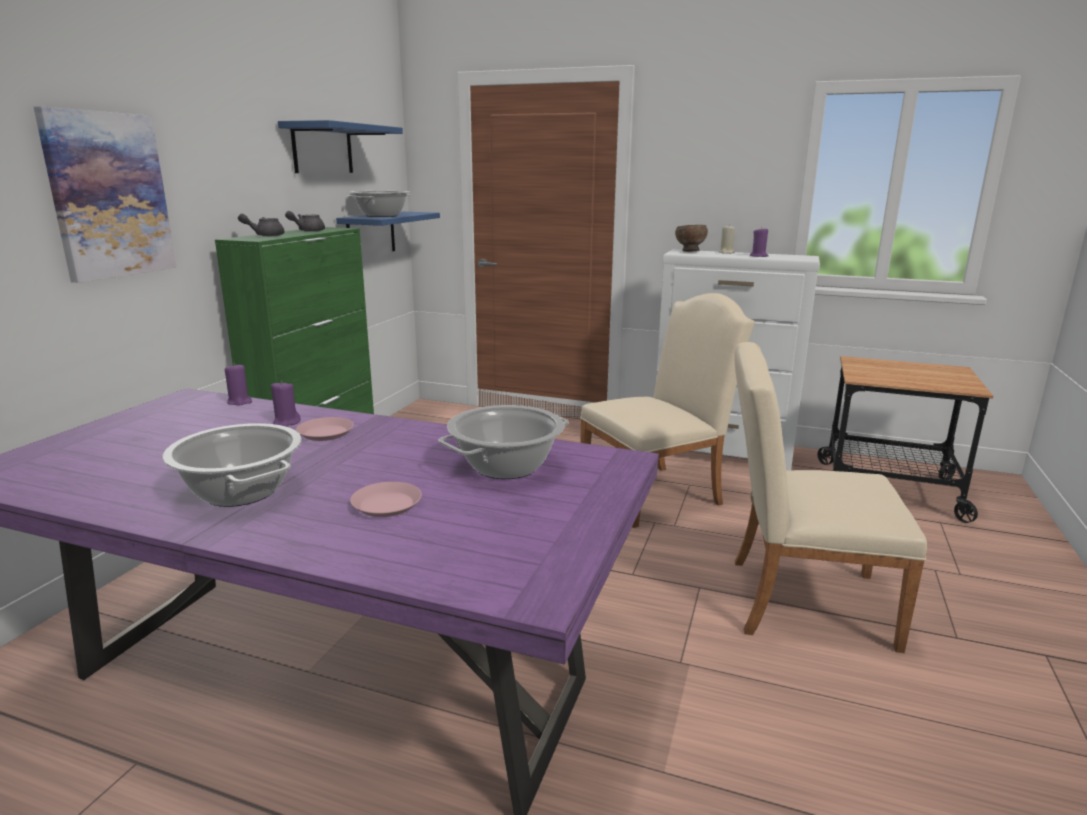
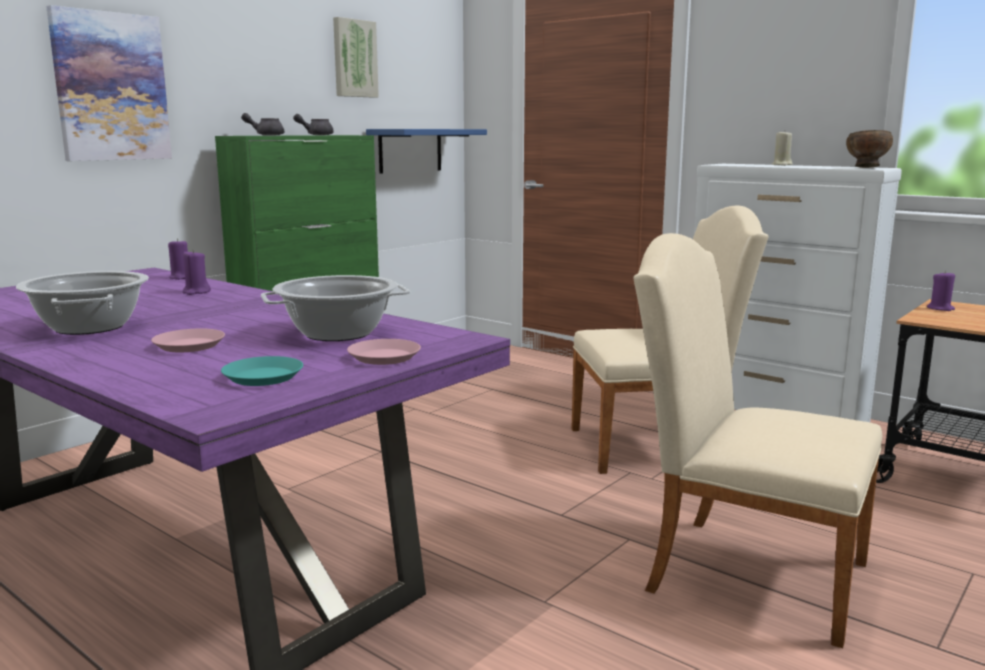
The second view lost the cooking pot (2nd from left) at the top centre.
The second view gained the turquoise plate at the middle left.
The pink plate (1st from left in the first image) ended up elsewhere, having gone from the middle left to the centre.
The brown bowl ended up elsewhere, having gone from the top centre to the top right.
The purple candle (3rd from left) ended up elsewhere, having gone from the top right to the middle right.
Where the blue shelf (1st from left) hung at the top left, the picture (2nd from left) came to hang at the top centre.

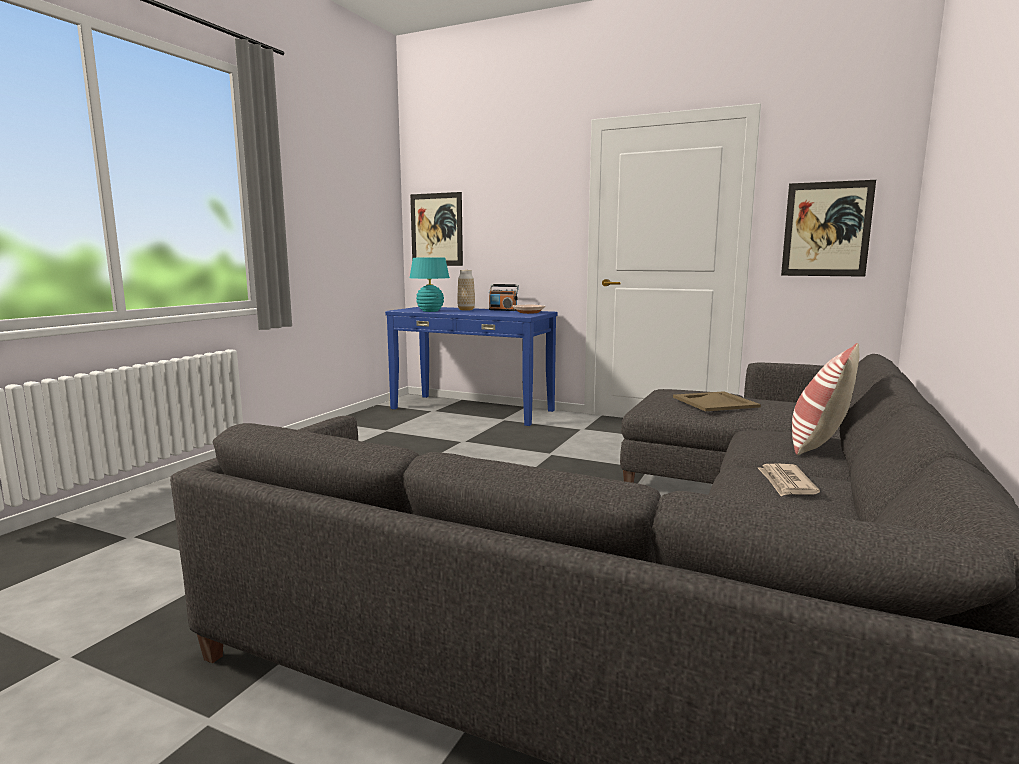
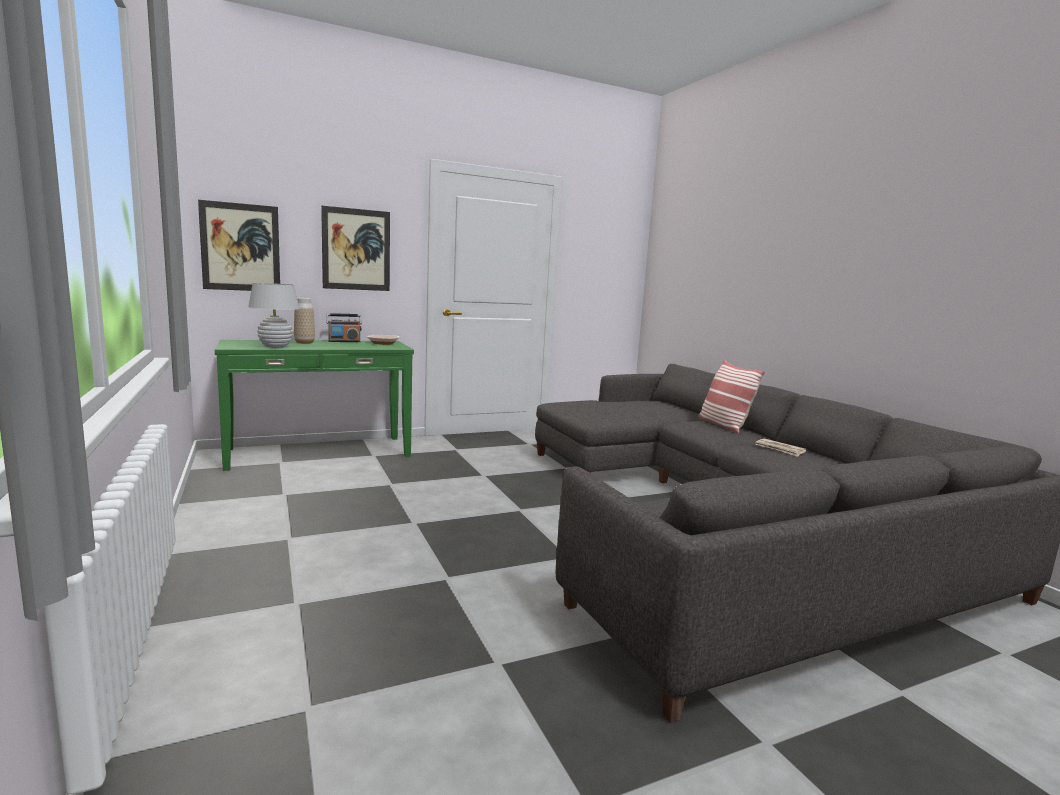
The second view lost the beige tray at the middle right.
The picture (2nd from left) ended up elsewhere, having gone from the top right to the top centre.
What was the blue console table at the centre turned into the green console table at the middle left.
What was the turquoise table lamp at the centre turned into the white table lamp at the middle left.

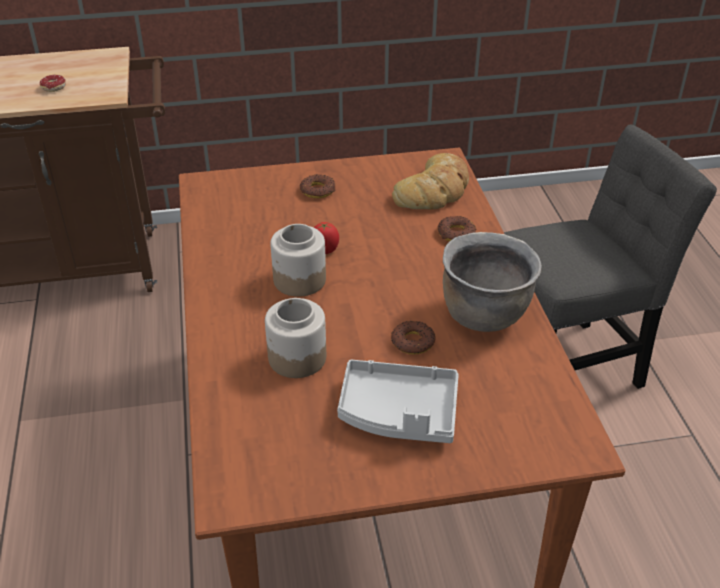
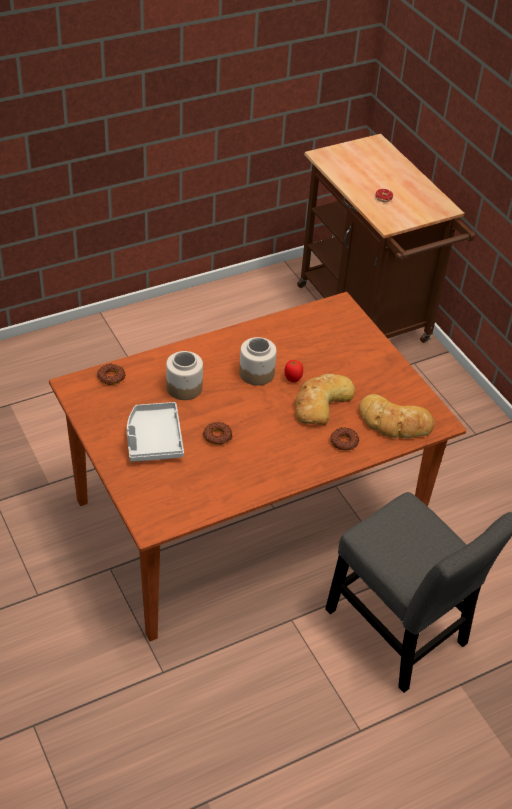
The second view lost the brown cooking pot at the middle right.
The second view gained the bread (1st from left) at the centre.
The donut (2nd from left in the first image) ended up elsewhere, having gone from the top centre to the middle left.

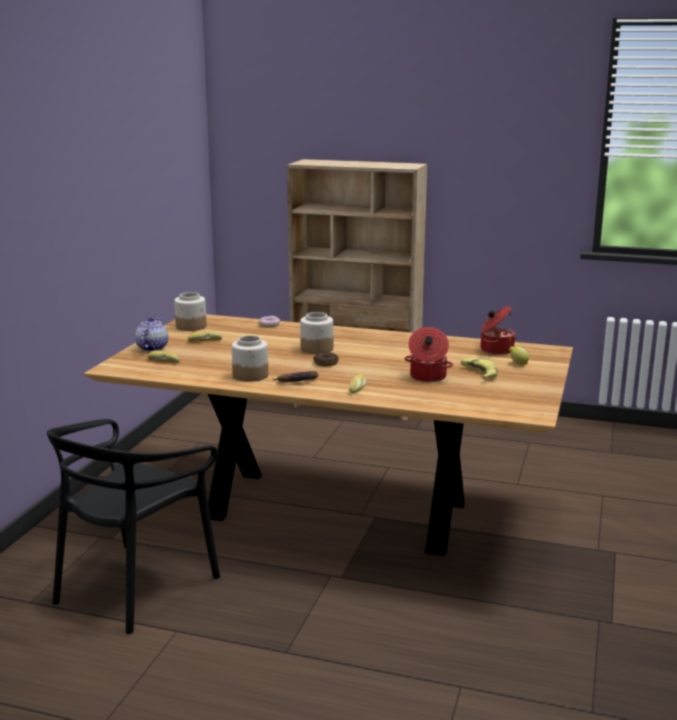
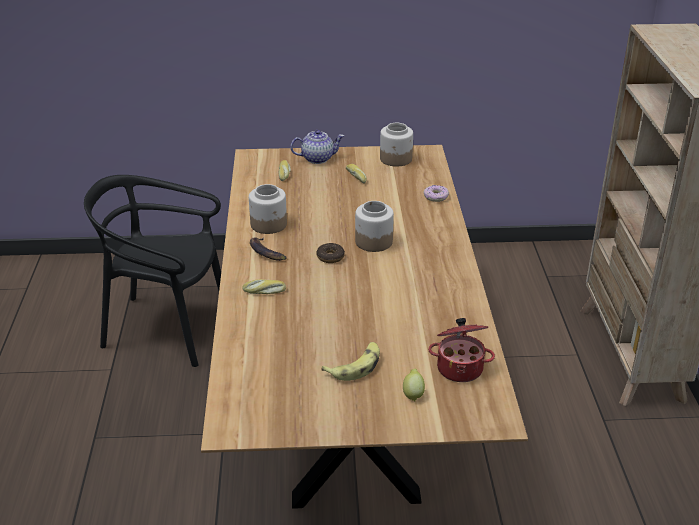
The second view lost the cooking pot (1st from left) at the centre.

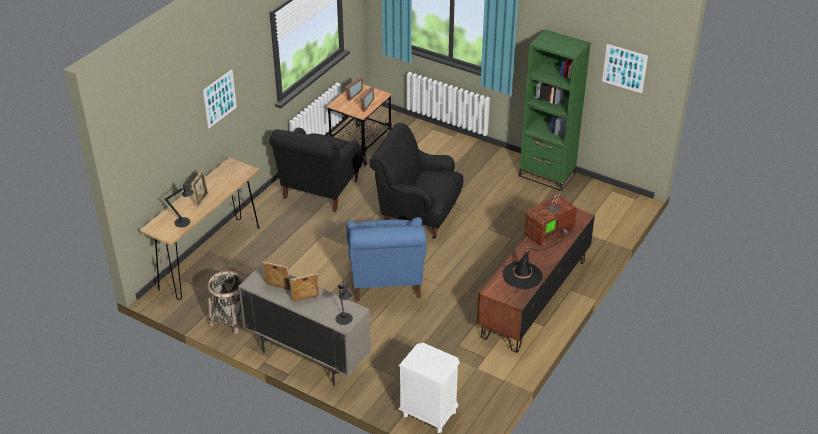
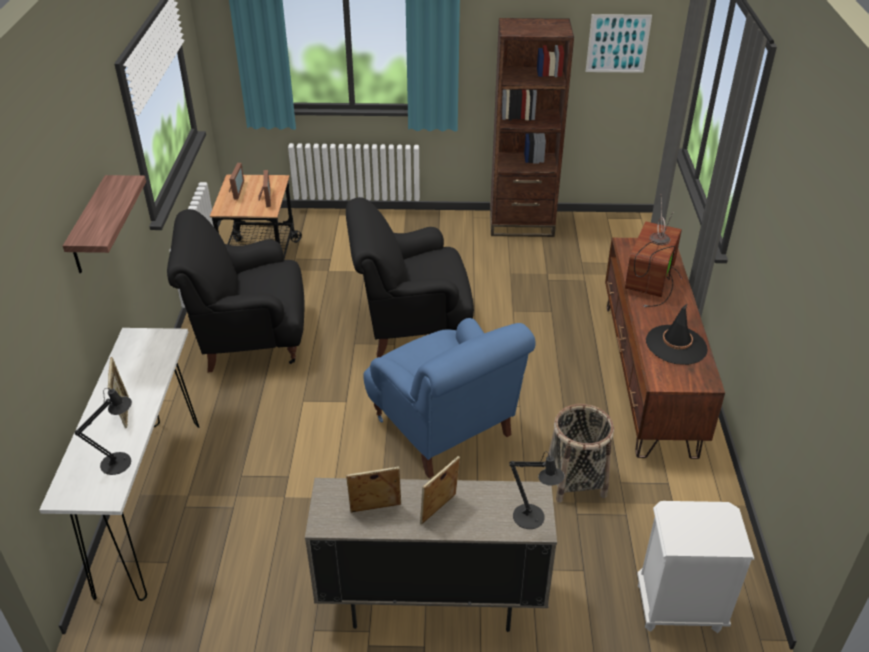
The basket ended up elsewhere, having gone from the bottom left to the bottom right.
Where the picture (1st from left) hung at the top left, the shelf came to hang at the middle left.
What was the brown console table at the middle left turned into the white console table at the bottom left.
What was the green bookcase at the top right turned into the brown bookcase at the top centre.
The black armchair (1st from left) at the centre ended up facing another way, 90 degrees clockwise from before.

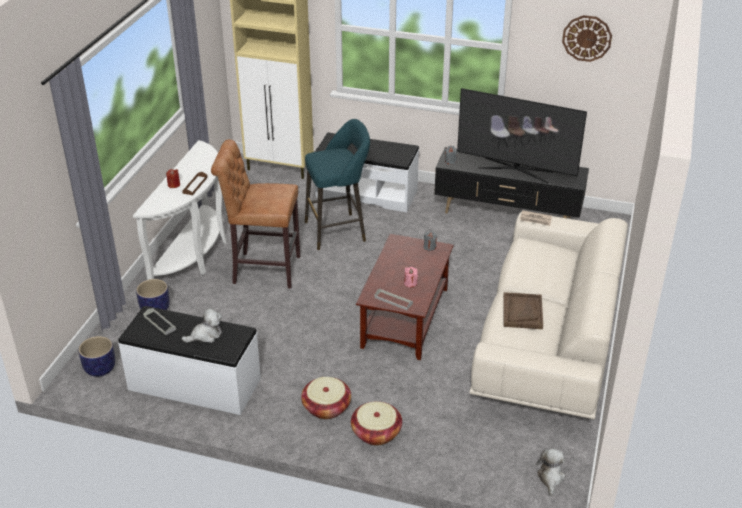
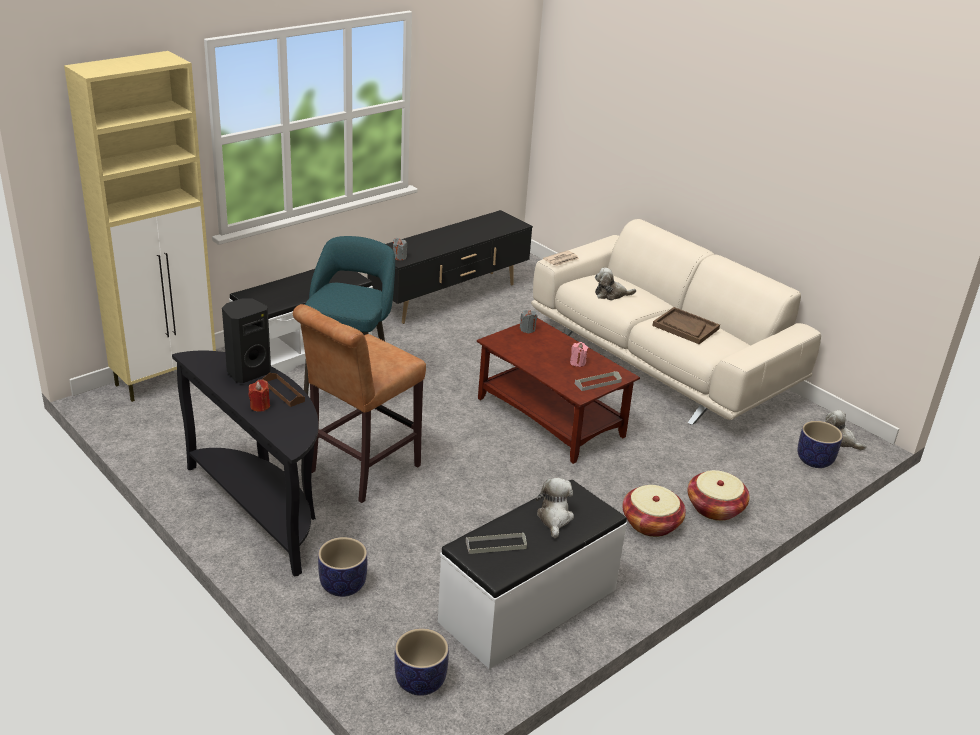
The second view lost the television at the top right.
The second view lost the wall clock at the top right.
The second view gained the black speaker at the middle left.
The second view gained the plush toy (2nd from left) at the centre.
The second view gained the planter (3rd from left) at the middle right.
What was the white console table at the middle left turned into the black console table at the middle left.

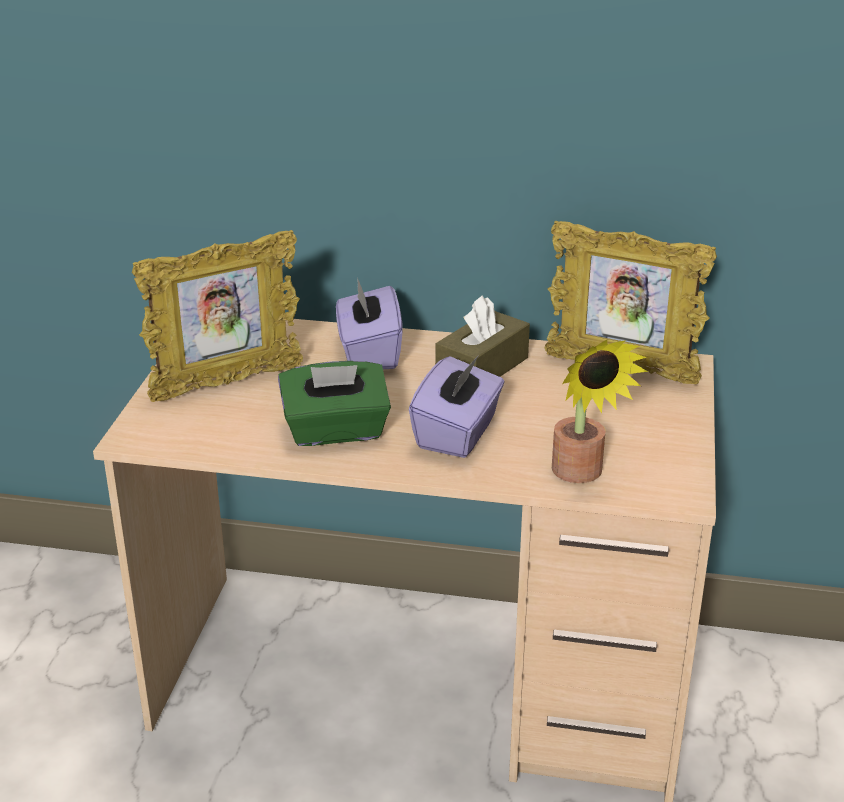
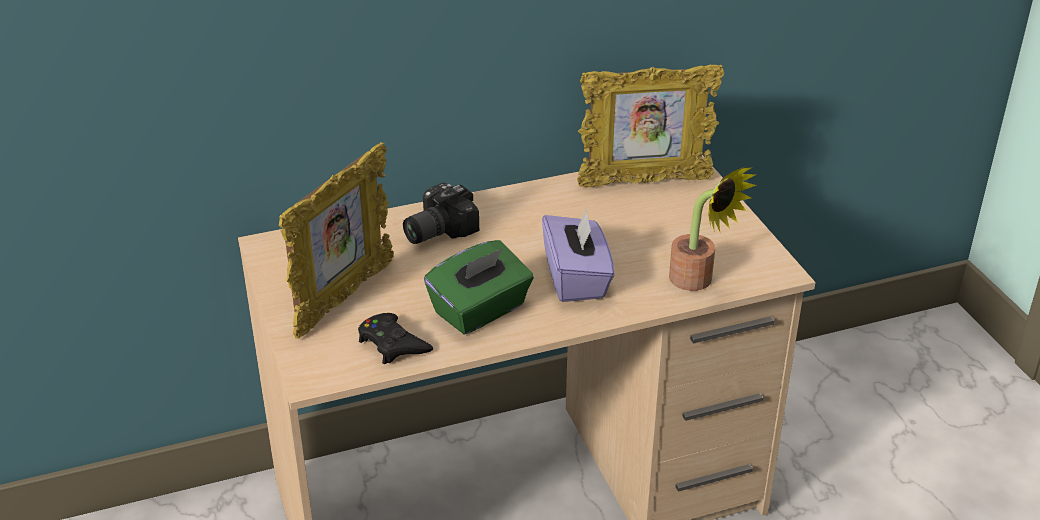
The second view lost the brown tissue box at the centre.
The second view gained the black game controller at the centre.
Where the purple tissue box (1st from left) stood at the centre, the photo camera came to stand at the centre.

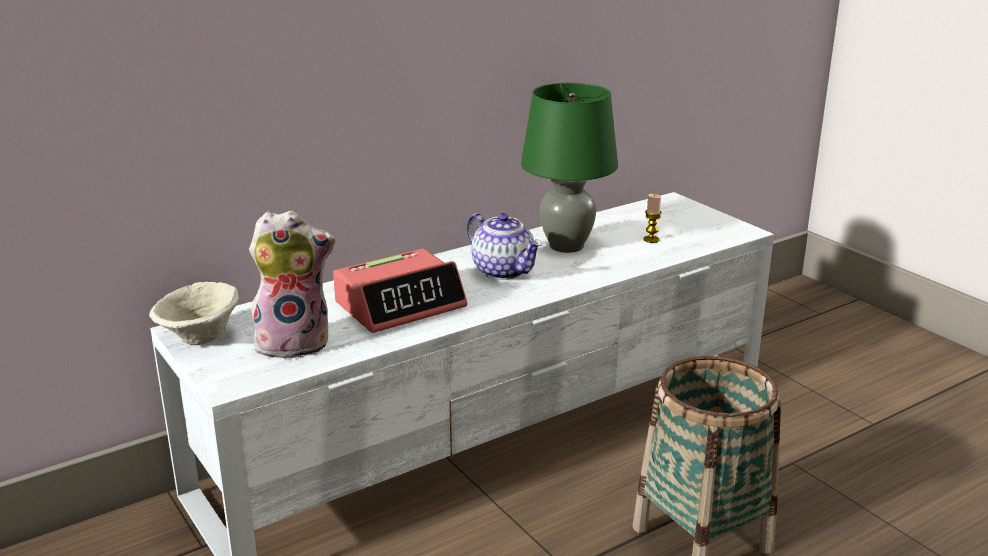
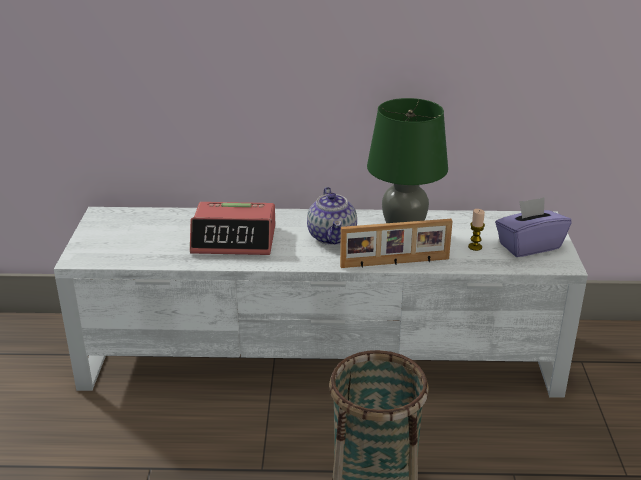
The second view lost the beige bowl at the middle left.
The second view lost the plush toy at the middle left.
The second view gained the picture frame at the centre.
The second view gained the purple tissue box at the middle right.

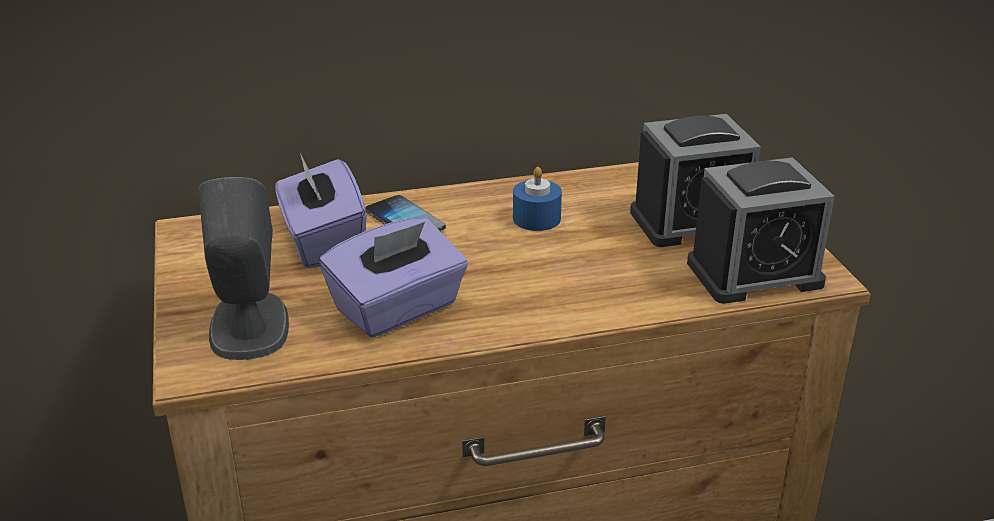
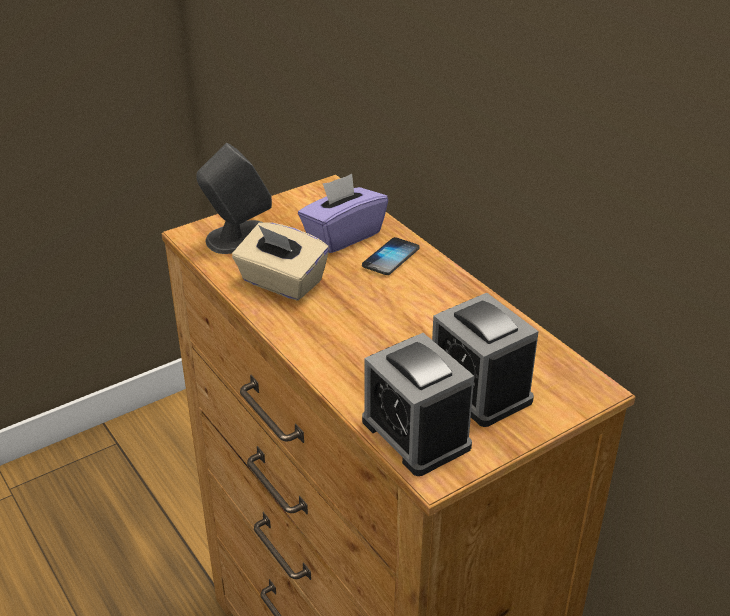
The second view lost the blue candle at the centre.
What was the purple tissue box (2nd from left) at the centre turned into the beige tissue box at the centre.

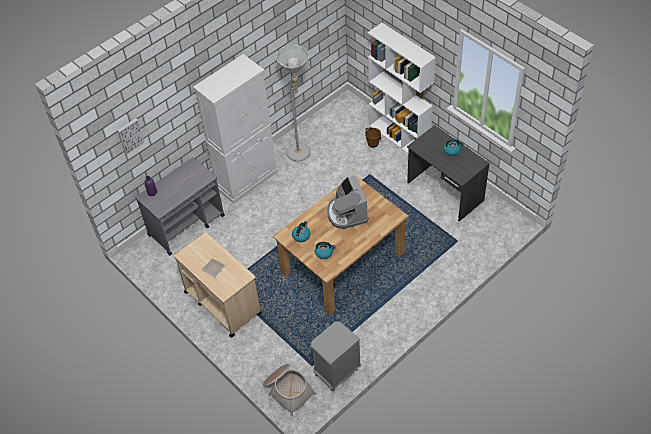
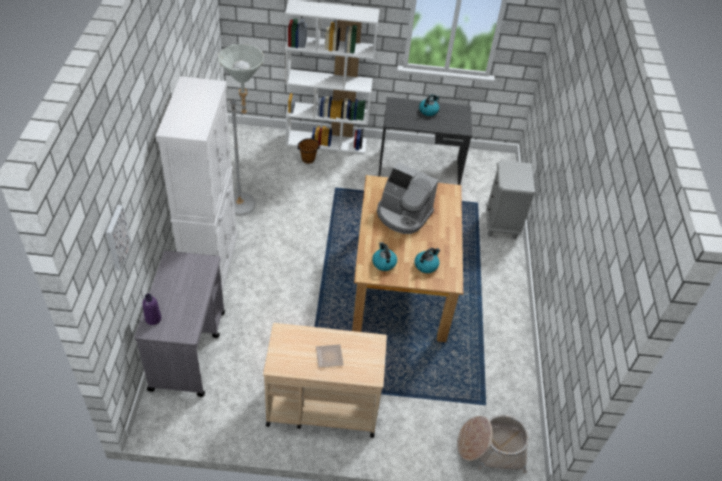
The grey nightstand ended up elsewhere, having gone from the bottom centre to the middle right.

